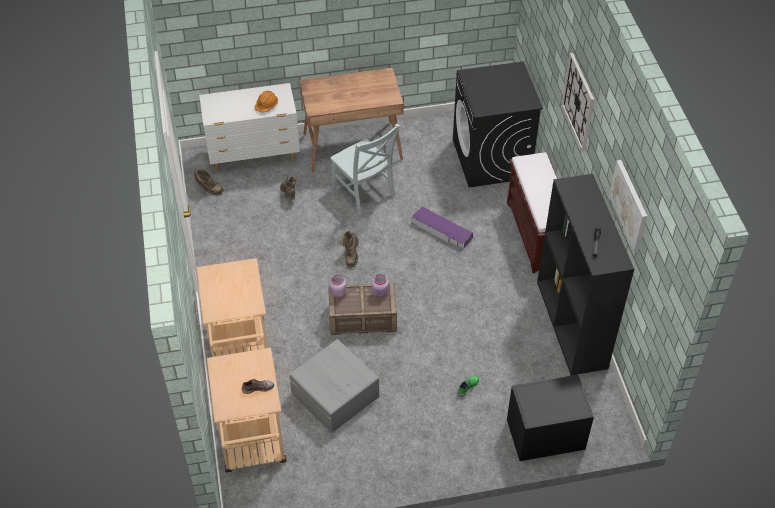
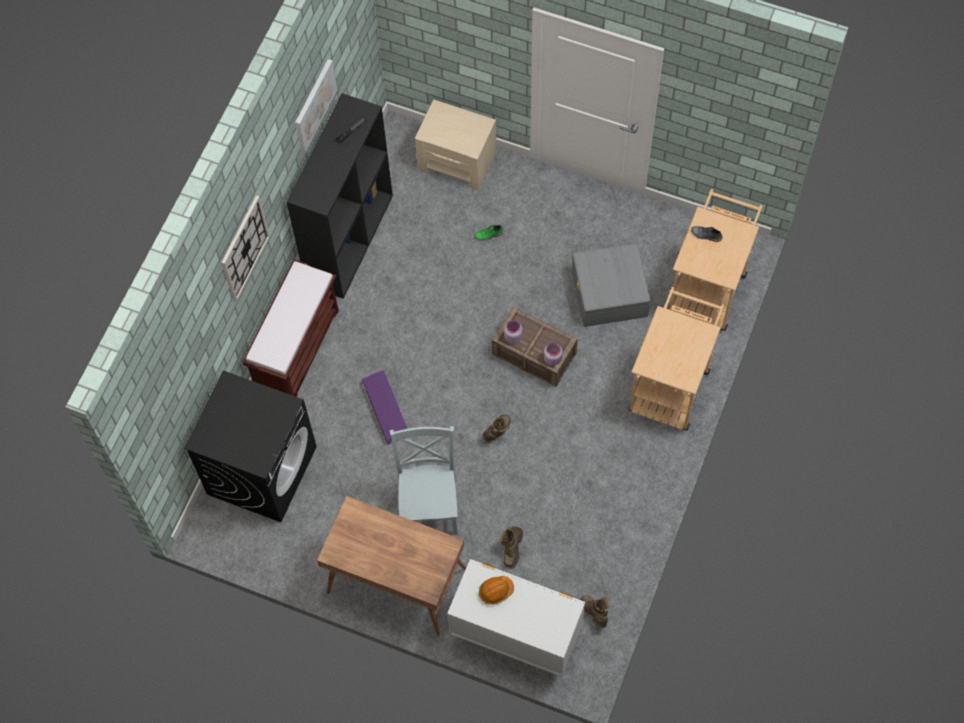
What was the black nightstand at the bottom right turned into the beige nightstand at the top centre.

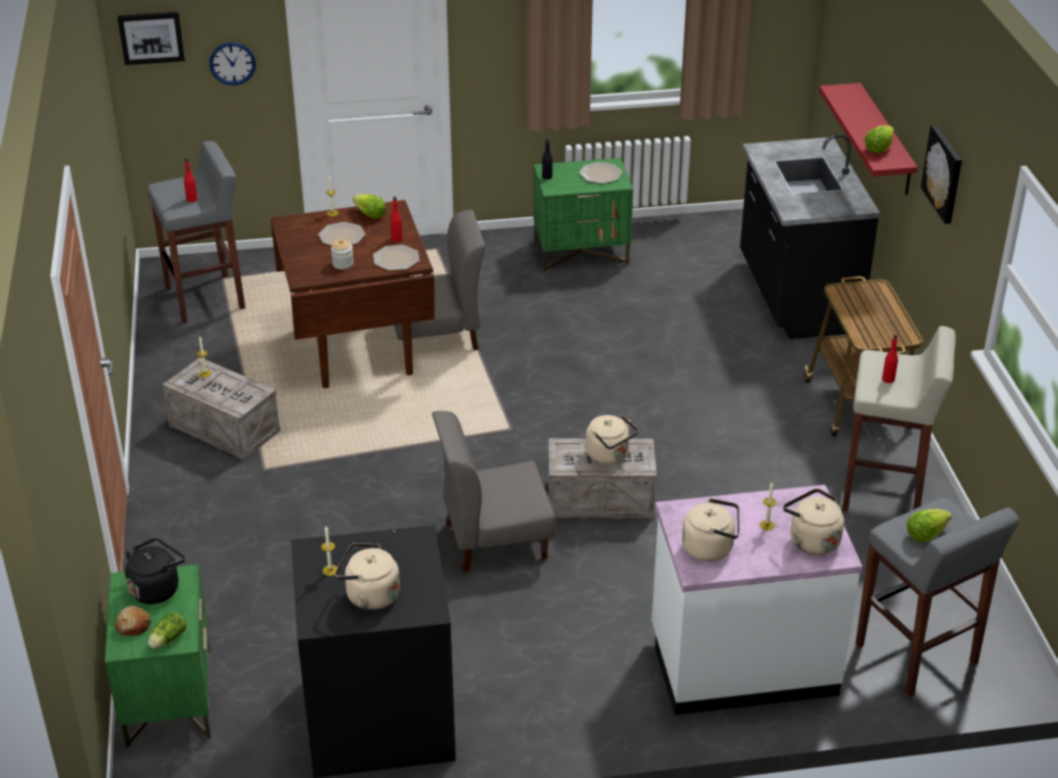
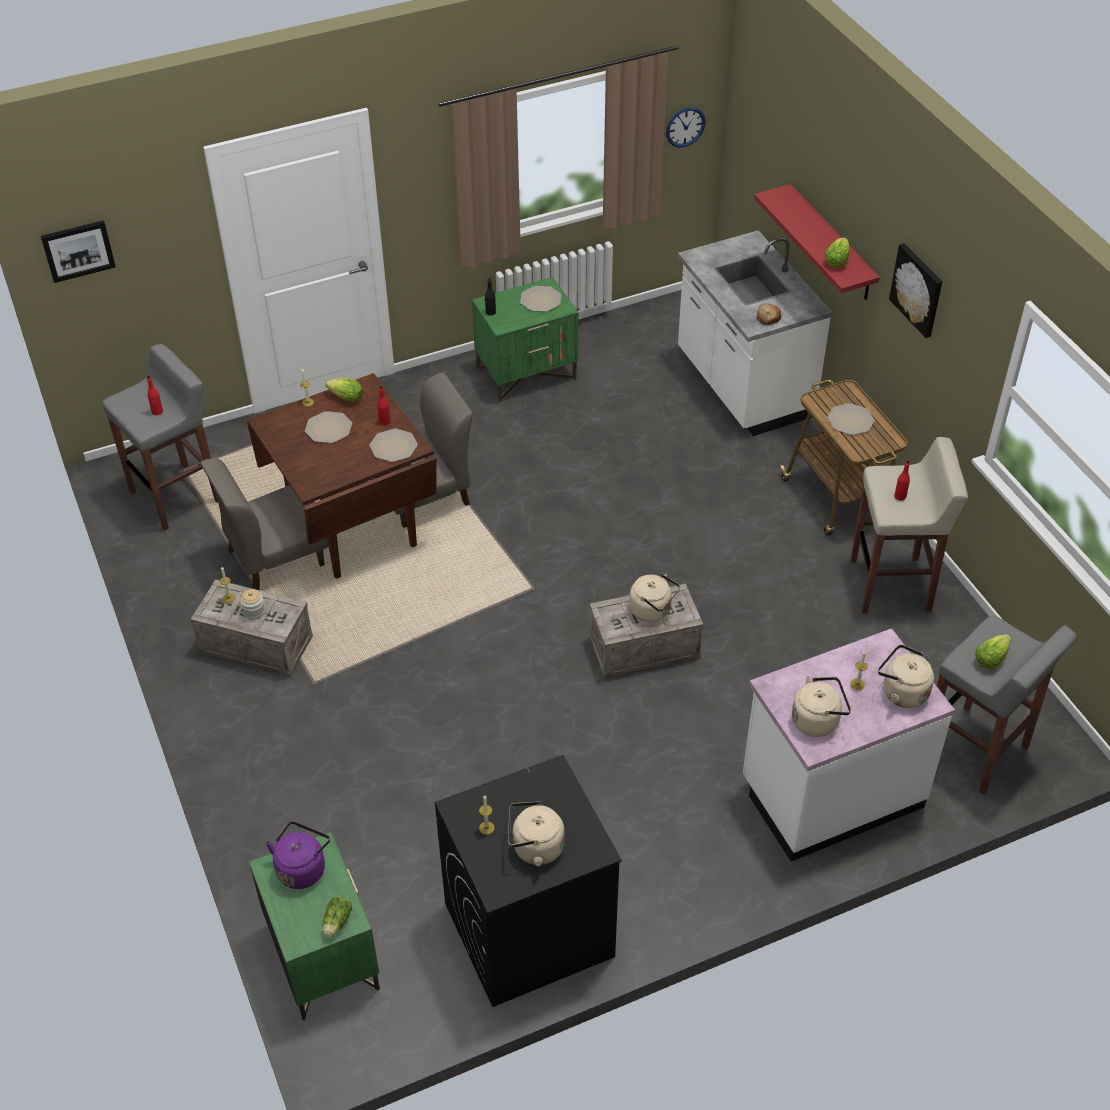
The second view gained the plate (4th from left) at the middle right.
The bread ended up elsewhere, having gone from the bottom left to the top right.
The wall clock ended up elsewhere, having gone from the top left to the top centre.
The jar ended up elsewhere, having gone from the top left to the middle left.
The grey chair (2nd from left in the first image) ended up elsewhere, having gone from the centre to the middle left.
What was the black kettle at the bottom left turned into the purple kettle at the bottom left.
What was the black counter at the top right turned into the white counter (1st from left) at the top right.

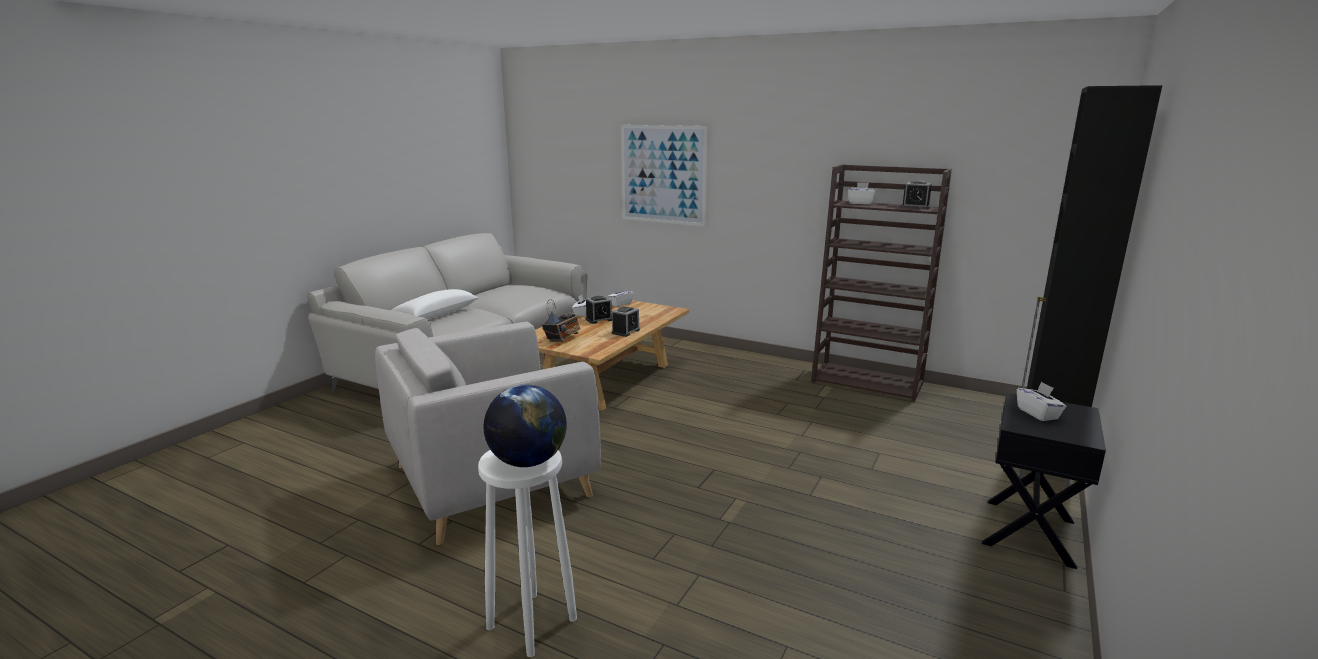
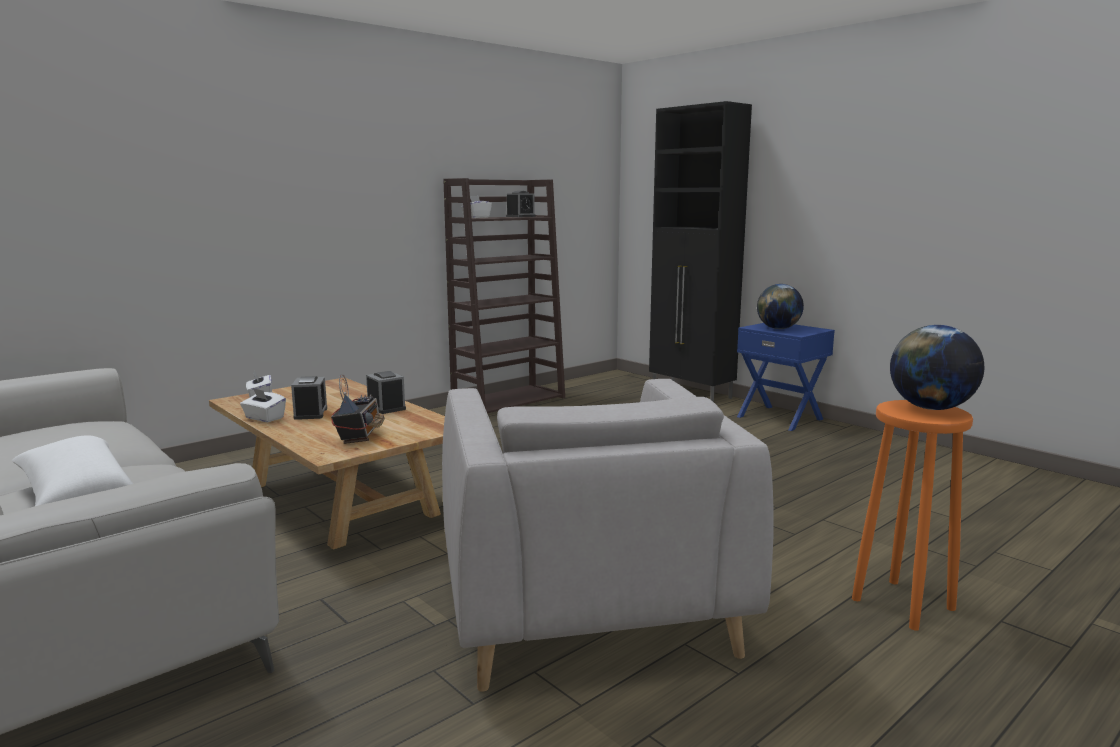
The second view lost the picture at the top centre.
Where the white tissue box (4th from left) stood at the middle right, the globe (1st from left) came to stand at the middle right.
What was the white stool at the bottom centre turned into the orange stool at the bottom right.
What was the black nightstand at the bottom right turned into the blue nightstand at the middle right.
The radio at the centre ended up facing another way, 45 degrees clockwise from before.

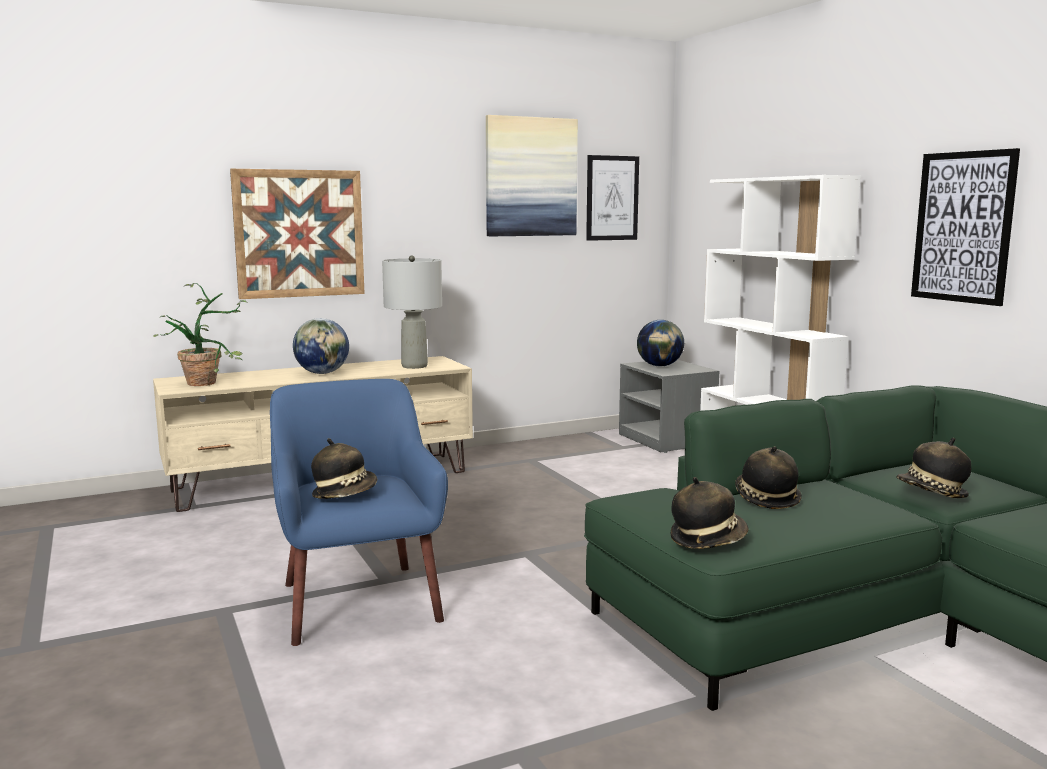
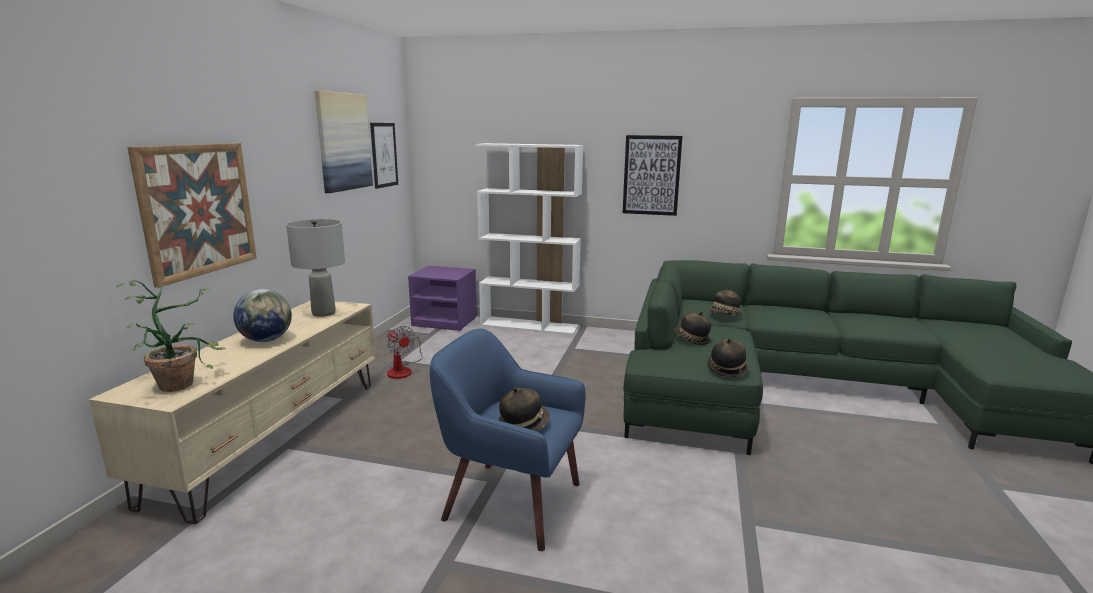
The second view lost the globe (2nd from left) at the centre.
The second view gained the fan at the centre.
What was the grey nightstand at the centre turned into the purple nightstand at the centre.

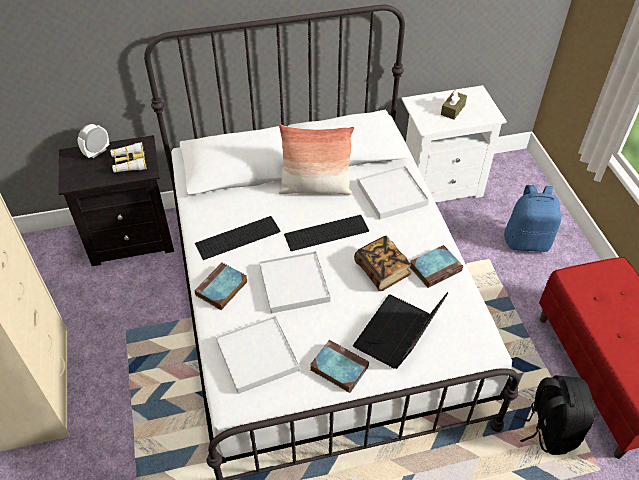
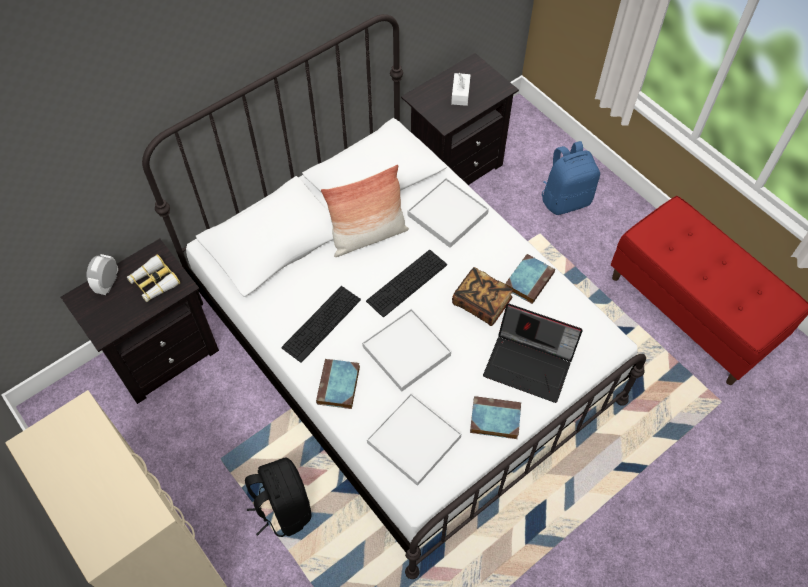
The black backpack ended up elsewhere, having gone from the bottom right to the bottom centre.
What was the white nightstand at the top right turned into the black nightstand (2nd from left) at the top centre.
What was the brown tissue box at the top right turned into the white tissue box at the top centre.
The laptop at the bottom centre ended up facing another way, 75 degrees counterclockwise from before.

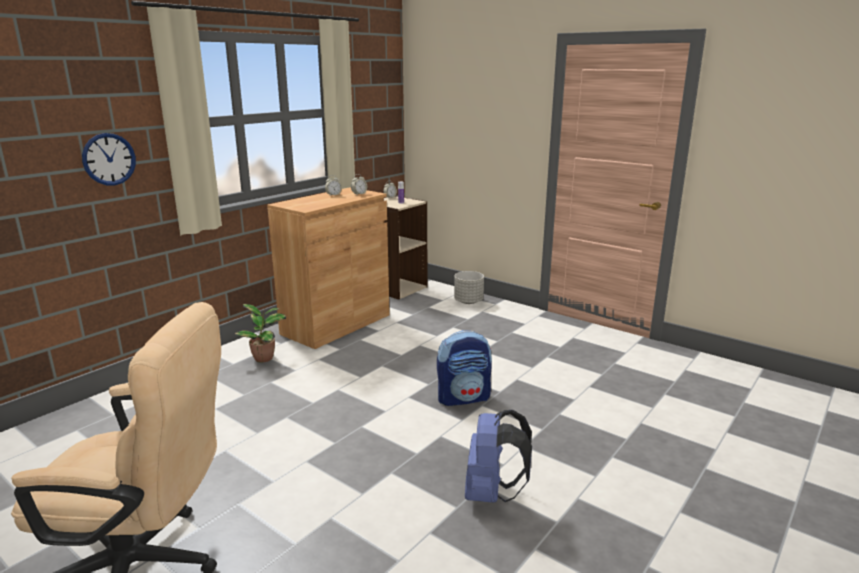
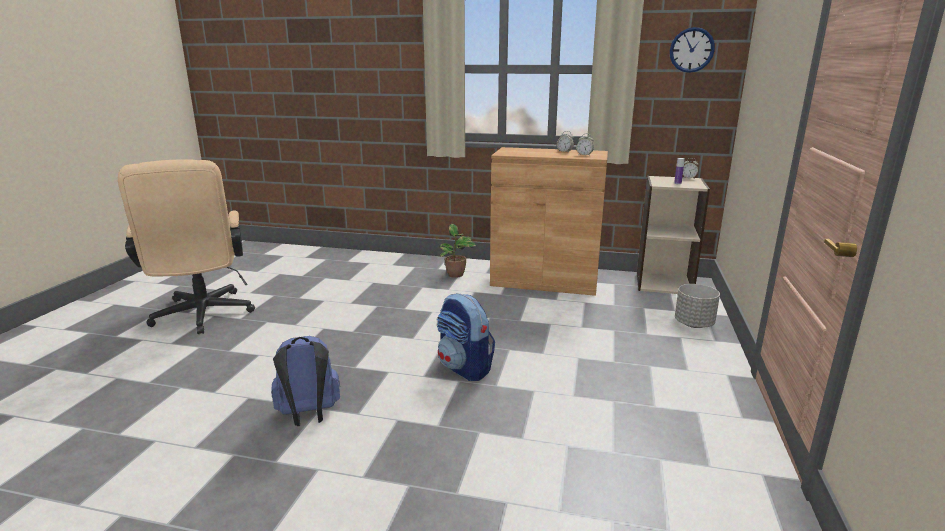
The wall clock ended up elsewhere, having gone from the top left to the top right.

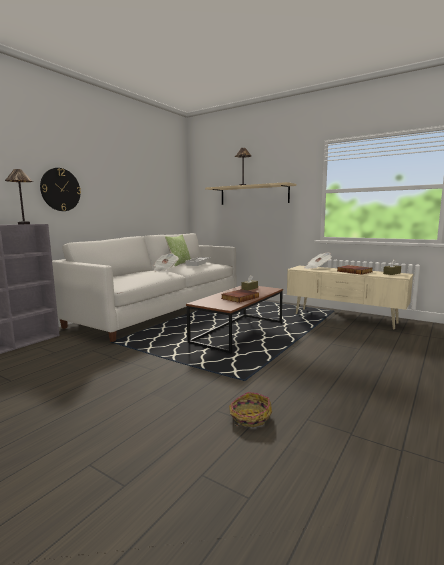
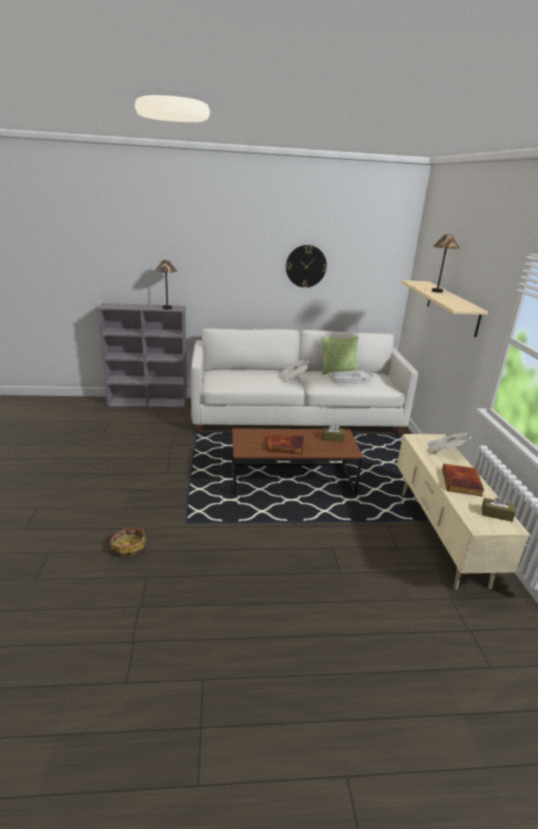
The wall clock ended up elsewhere, having gone from the middle left to the top centre.

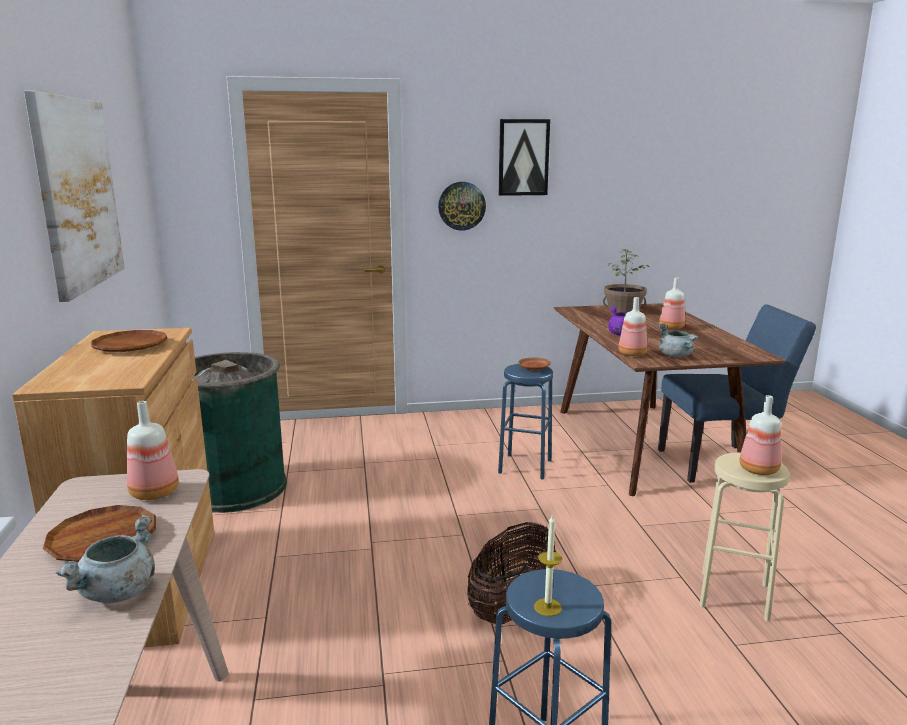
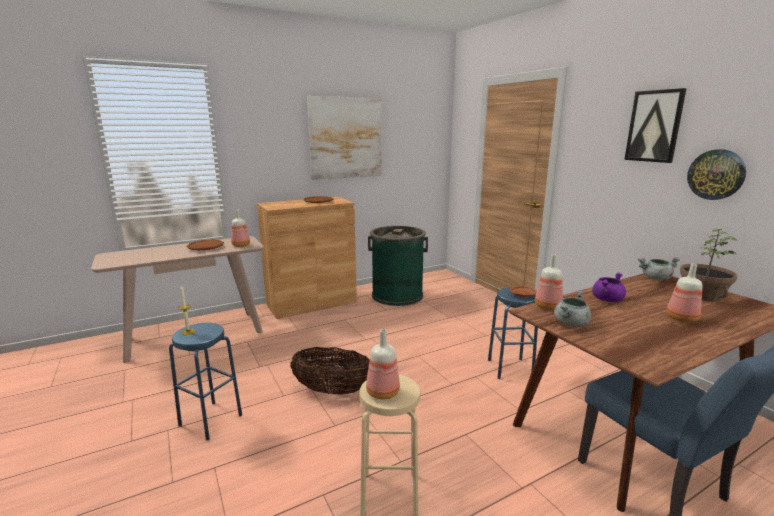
The grey cooking pot (1st from left in the first image) ended up elsewhere, having gone from the bottom left to the middle right.
The wall clock ended up elsewhere, having gone from the top centre to the middle right.

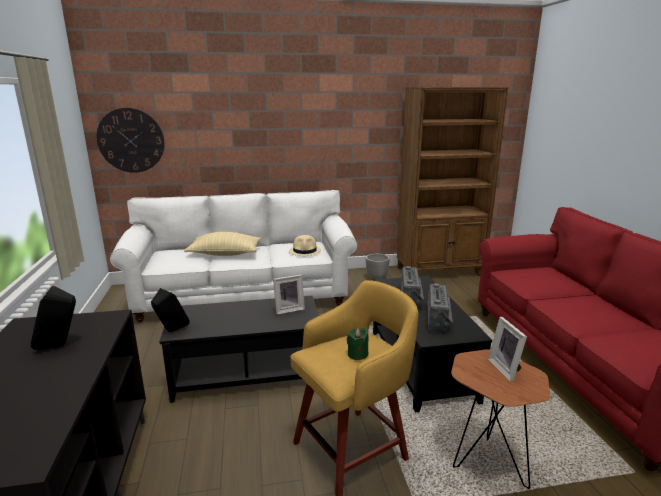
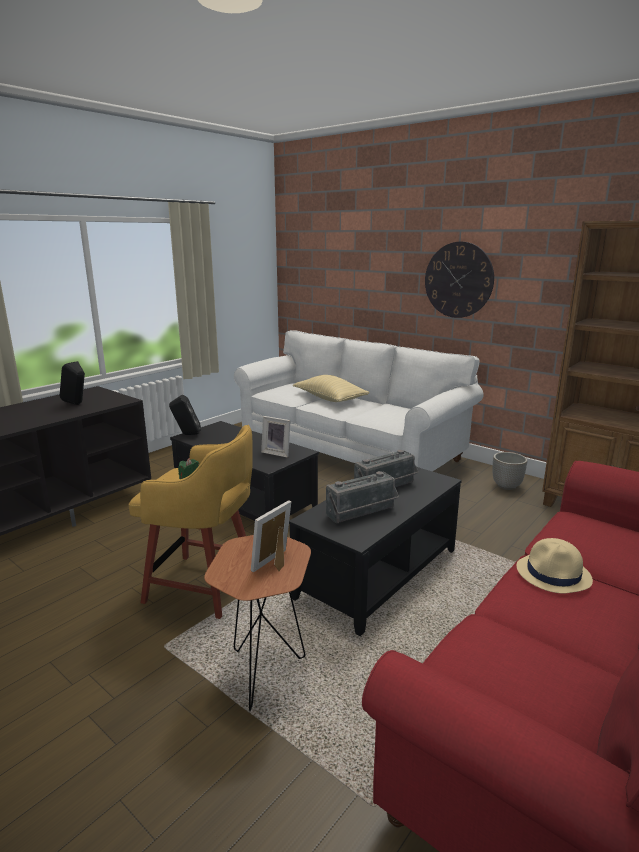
The wall clock ended up elsewhere, having gone from the top left to the top right.
The beige hat ended up elsewhere, having gone from the centre to the middle right.

